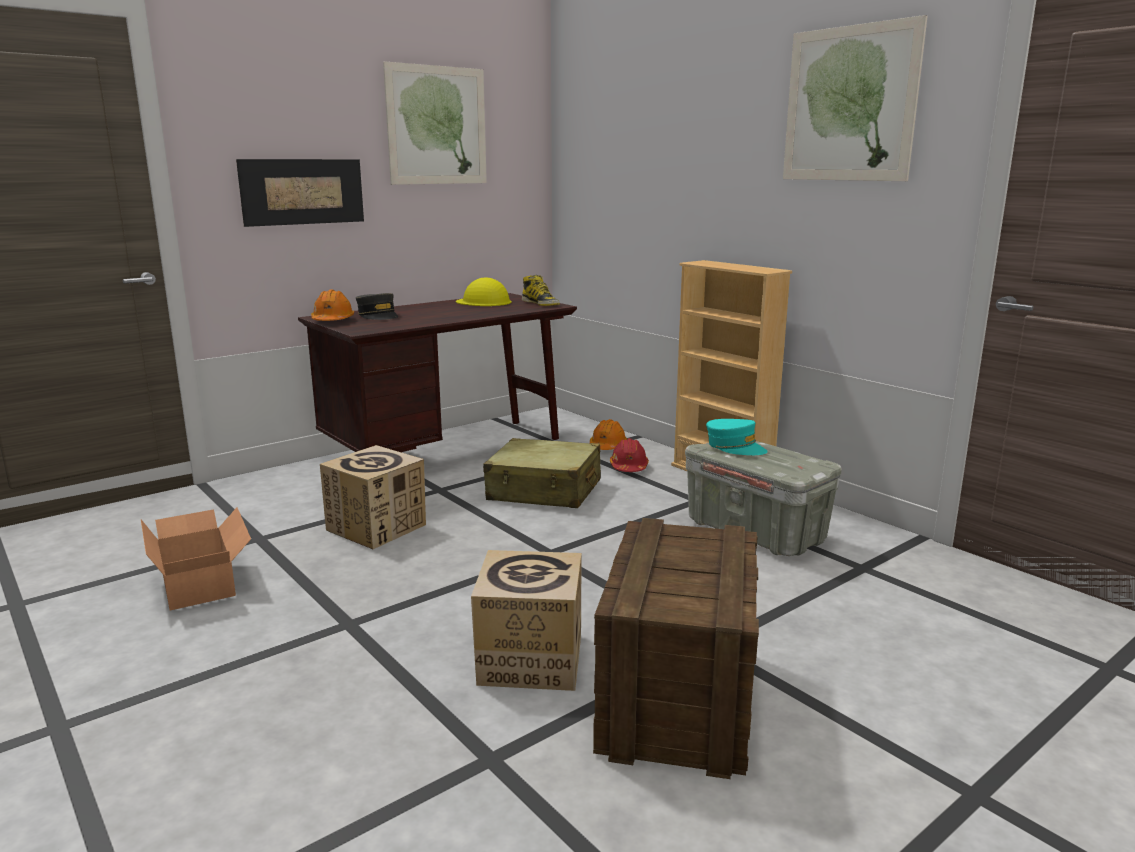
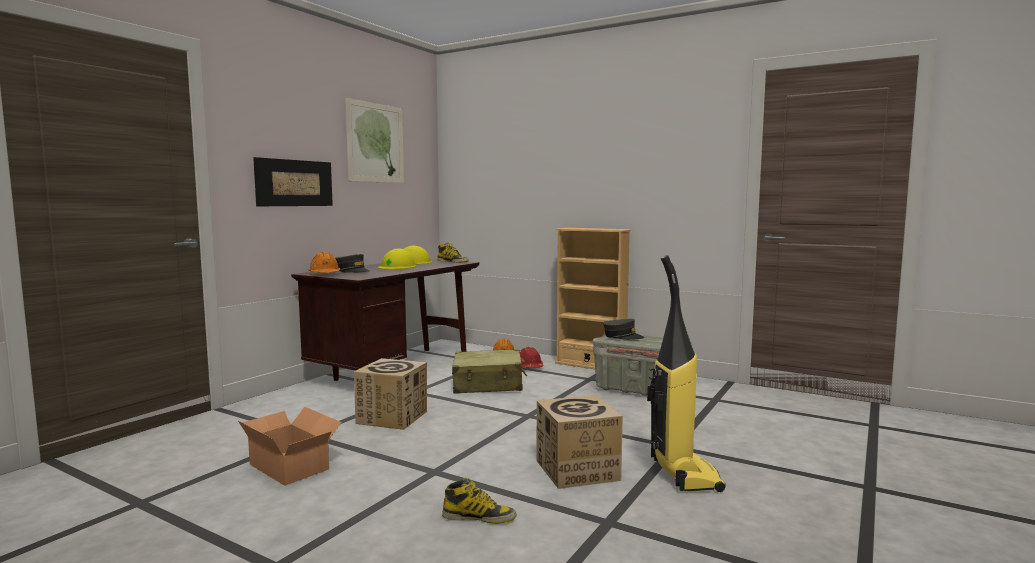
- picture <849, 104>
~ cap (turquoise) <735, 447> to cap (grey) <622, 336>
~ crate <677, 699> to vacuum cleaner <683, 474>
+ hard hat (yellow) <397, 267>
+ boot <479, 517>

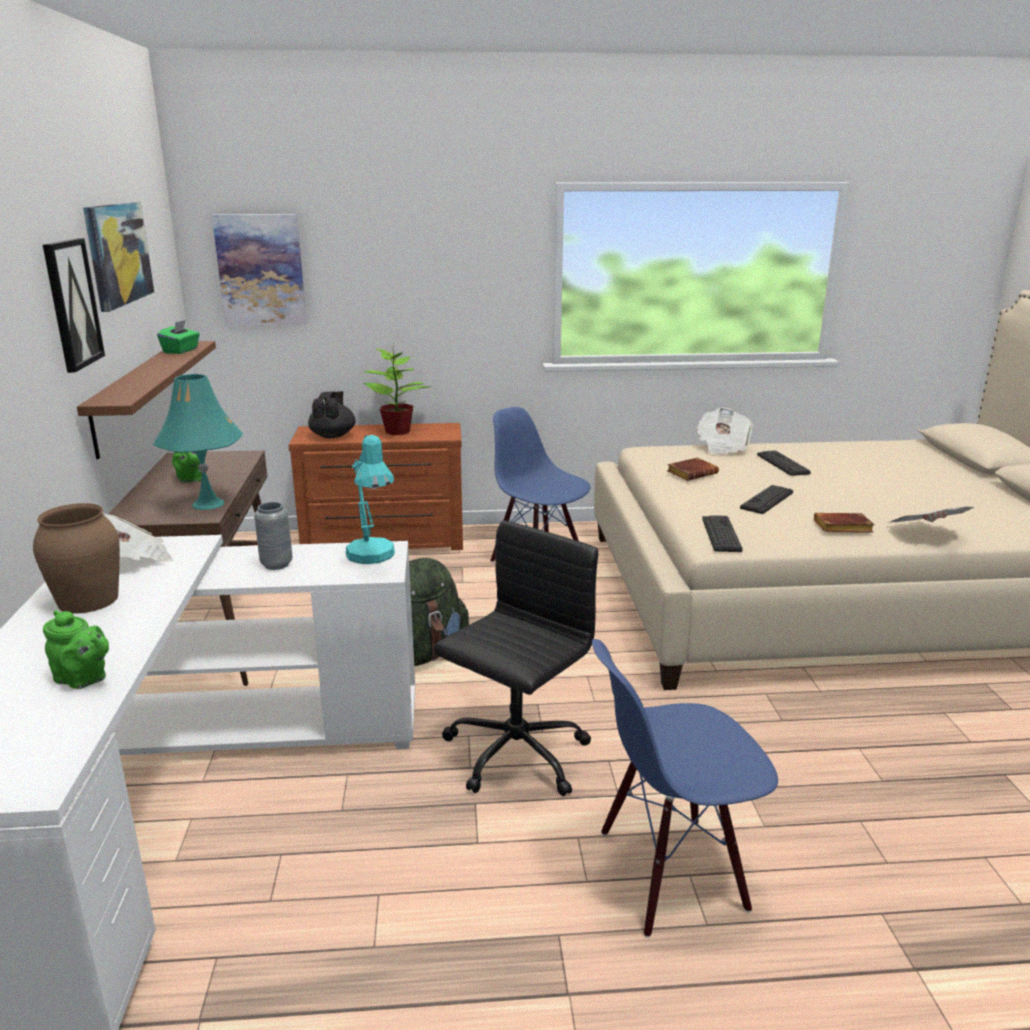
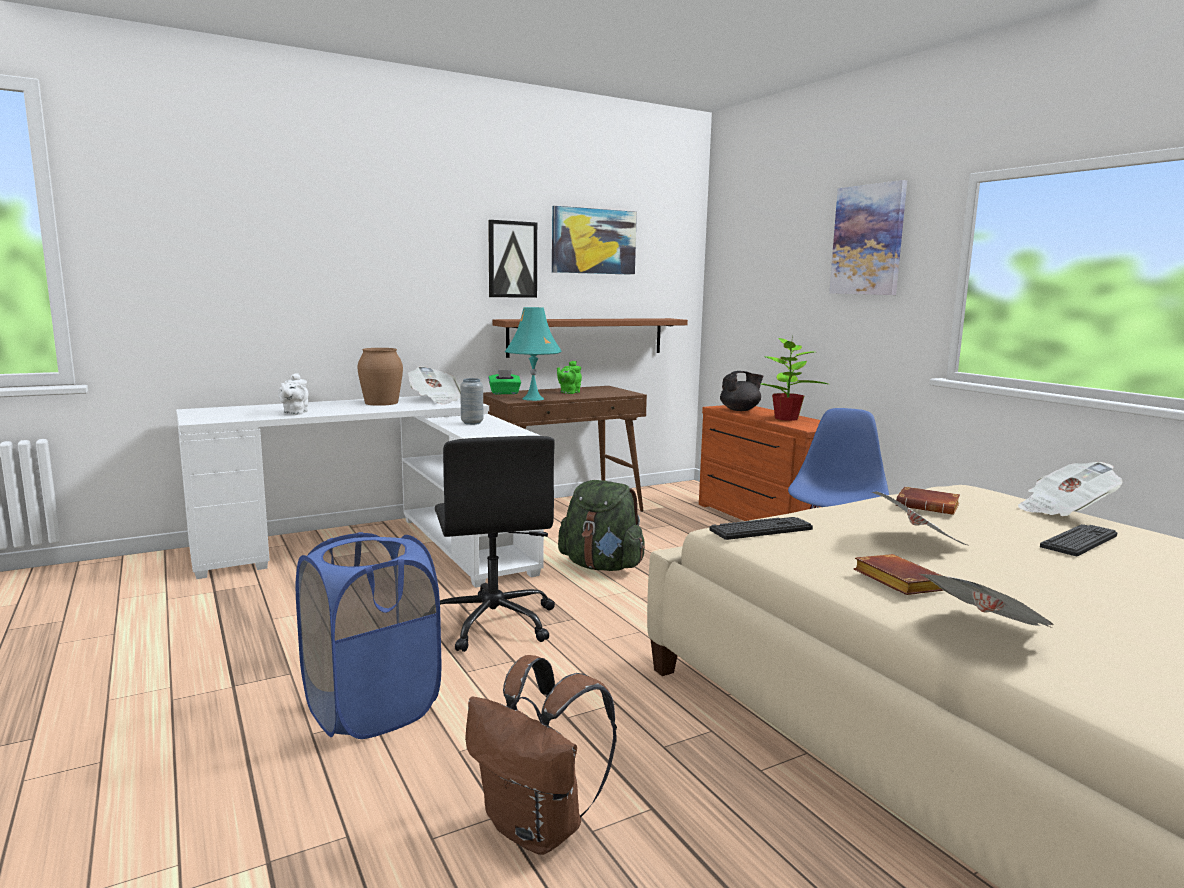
~ picture <261, 270> to <868, 240>
~ tissue box (green) <181, 351> to <504, 393>
- table lamp (turquoise) <373, 558>
~ keyboard <767, 500> to newspaper <917, 542>
~ office chair (black) <514, 755> = <493, 622> 60 degrees clockwise
~ teapot (green) <83, 679> to teapot (white) <294, 413>
~ chair (blue) <671, 872> to laundry basket (blue) <372, 709>
+ backpack (brown) <538, 828>

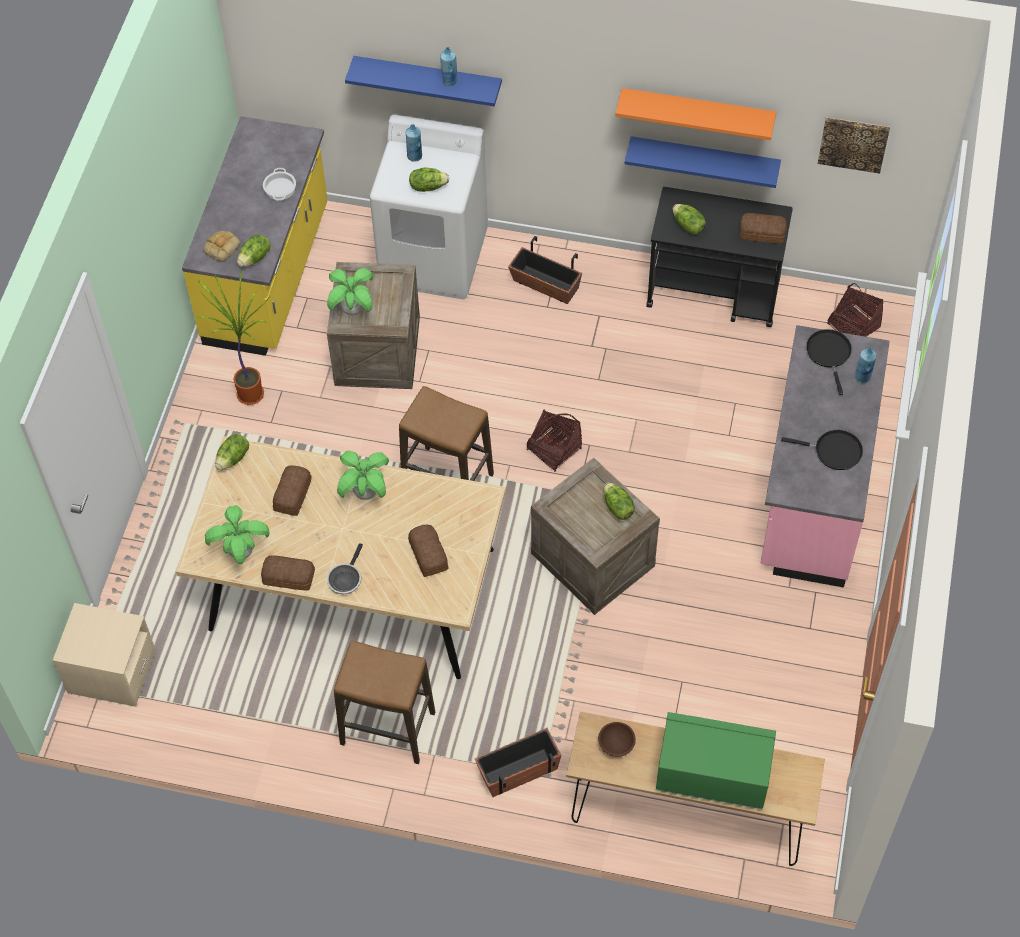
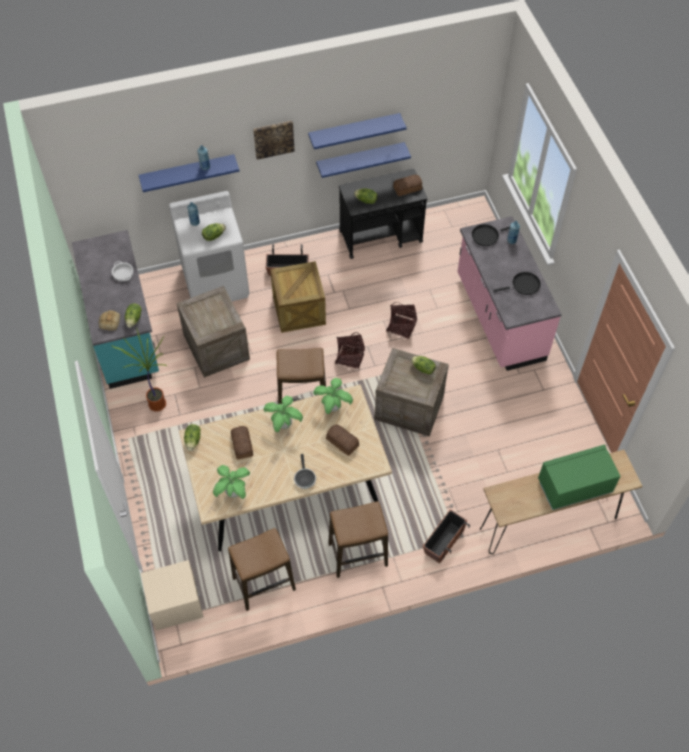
~ shelf (orange) <697, 112> to shelf (blue) <354, 131>
~ counter (yellow) <269, 276> to counter (turquoise) <125, 332>
~ picture <853, 143> to <273, 139>
~ potted plant <353, 310> to <333, 407>
~ basket <853, 325> to <401, 326>
~ frying pan (black) <829, 354> = <487, 236> 75 degrees counterclockwise
- bread <289, 578>
- bowl (brown) <616, 745>
+ crate <299, 310>
+ stool <264, 584>

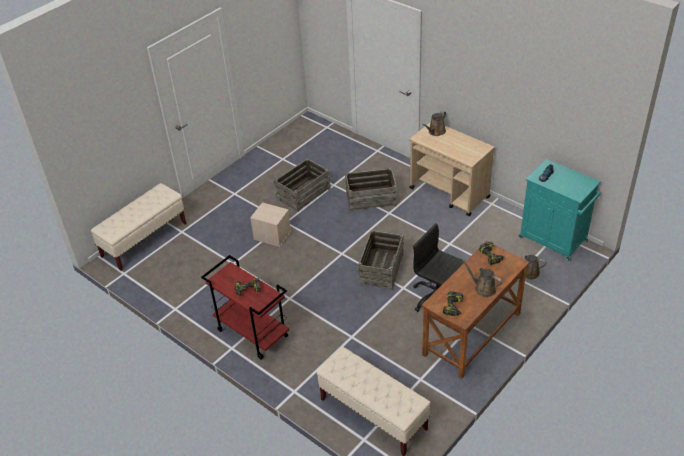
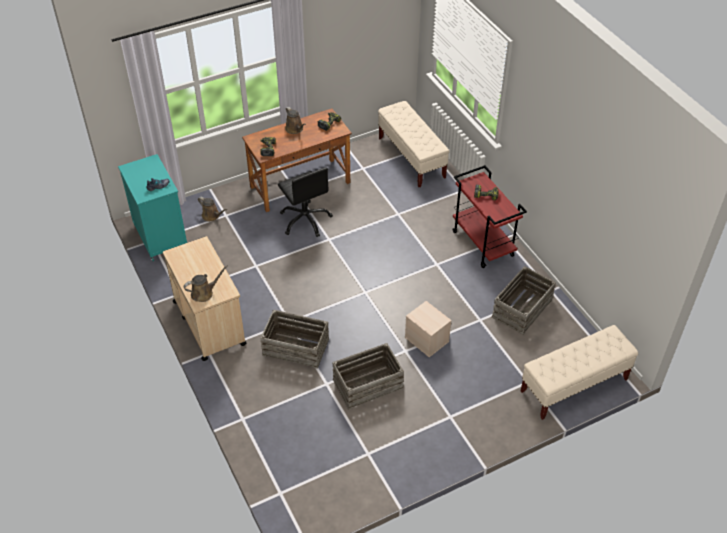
~ crate <381, 268> to <522, 309>

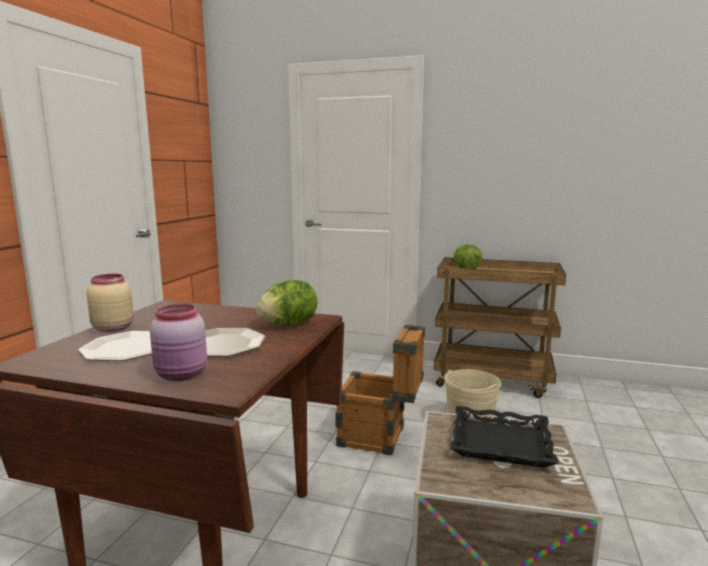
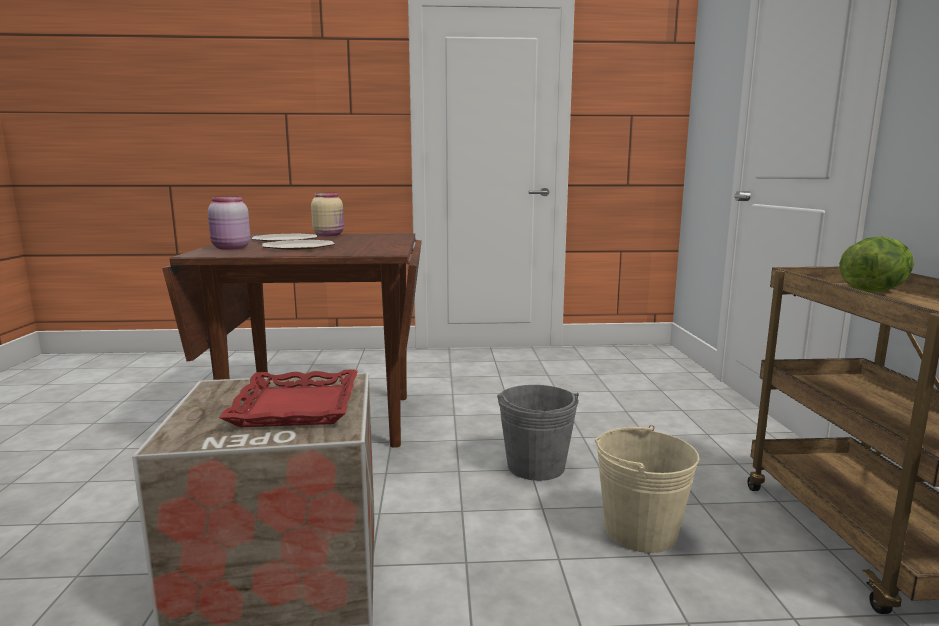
- lettuce <288, 324>
~ crate <380, 438> to bucket (grey) <536, 466>
~ tray (black) <500, 443> to tray (red) <295, 407>

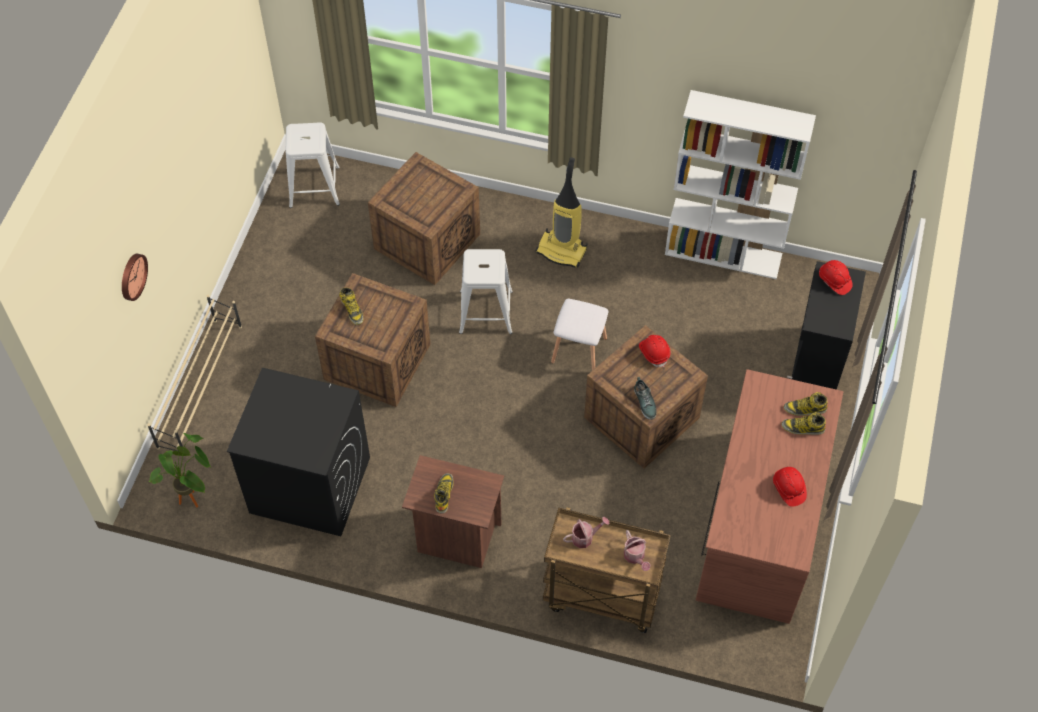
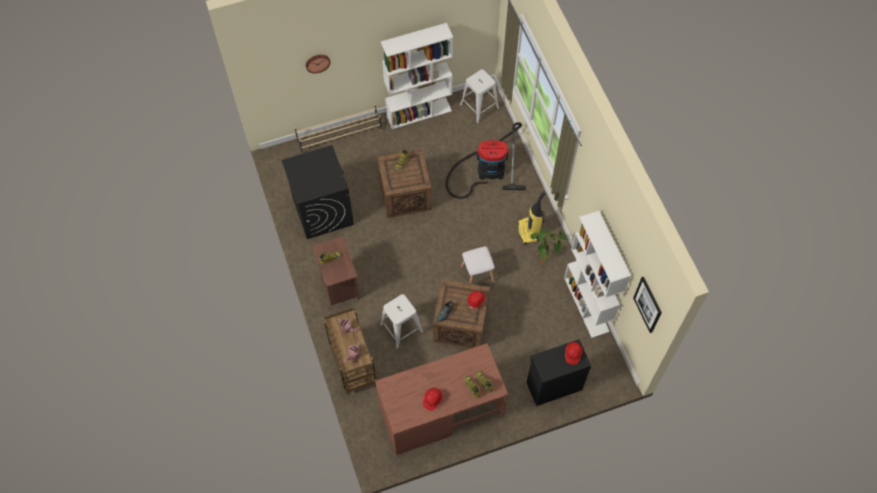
~ crate <427, 240> to vacuum cleaner <487, 171>
~ stool (white) <485, 311> to <401, 328>
~ potted plant <195, 500> to <544, 260>
+ bookcase (white) <419, 113>
+ picture <648, 304>

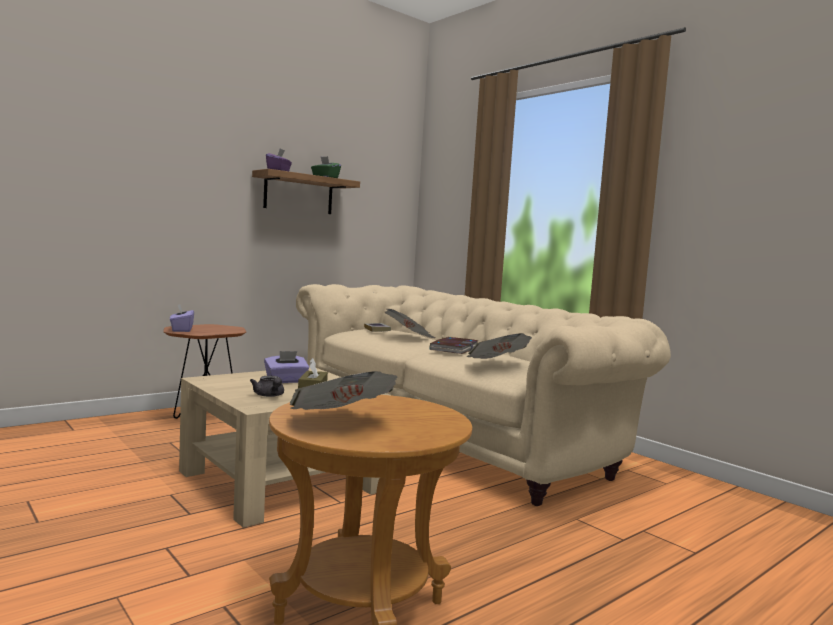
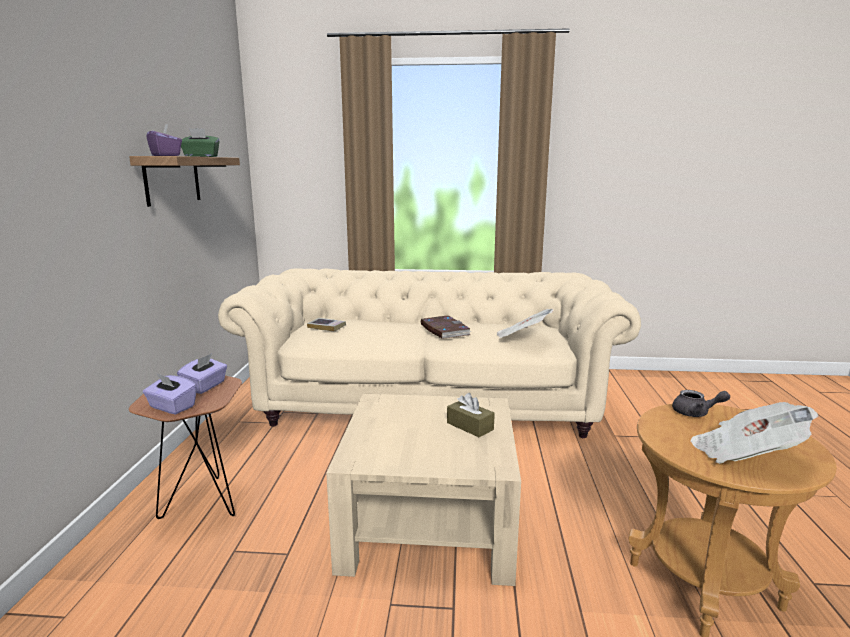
- newspaper <409, 338>
~ tissue box (purple) <286, 381> to <205, 386>
~ teapot (grey) <269, 396> to <696, 413>

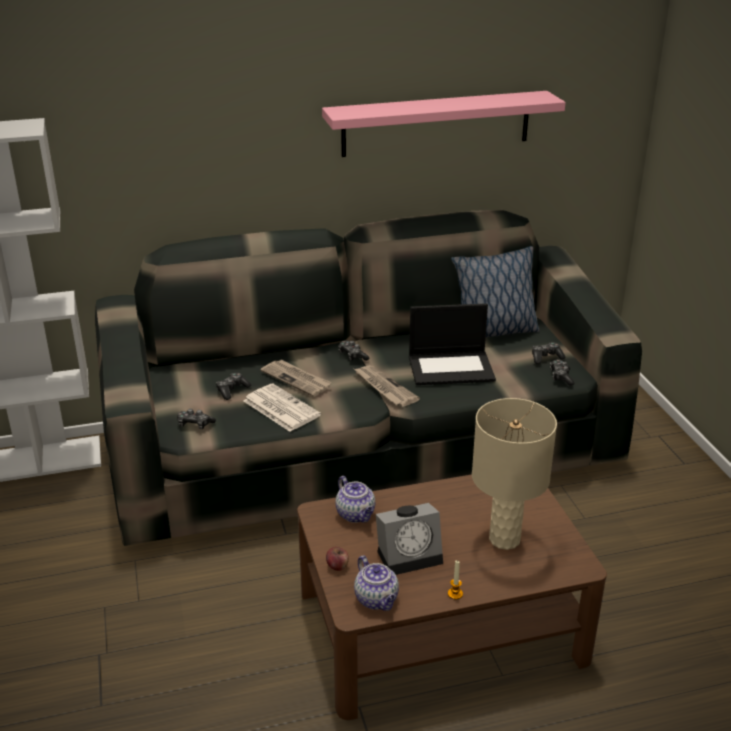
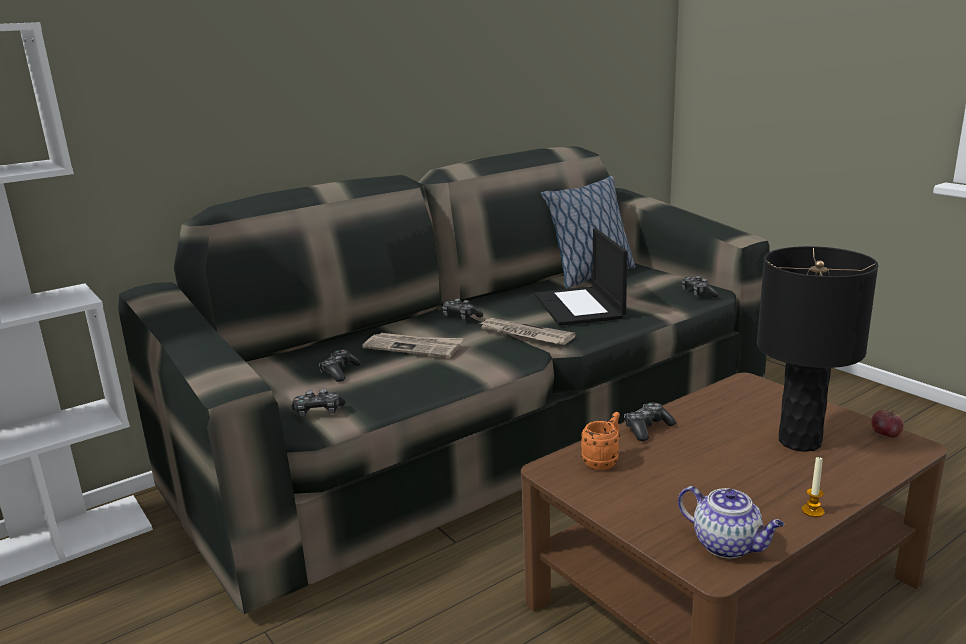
- shelf (pink) <436, 123>
~ laptop <451, 368> = <580, 307> 105 degrees clockwise
~ game controller <546, 357> to <647, 428>
- newspaper <280, 408>
~ table lamp (beige) <504, 539> to table lamp (black) <799, 441>
~ teapot <356, 515> to mug (orange) <603, 460>
- alarm clock <410, 555>
~ apple <337, 566> to <885, 435>

